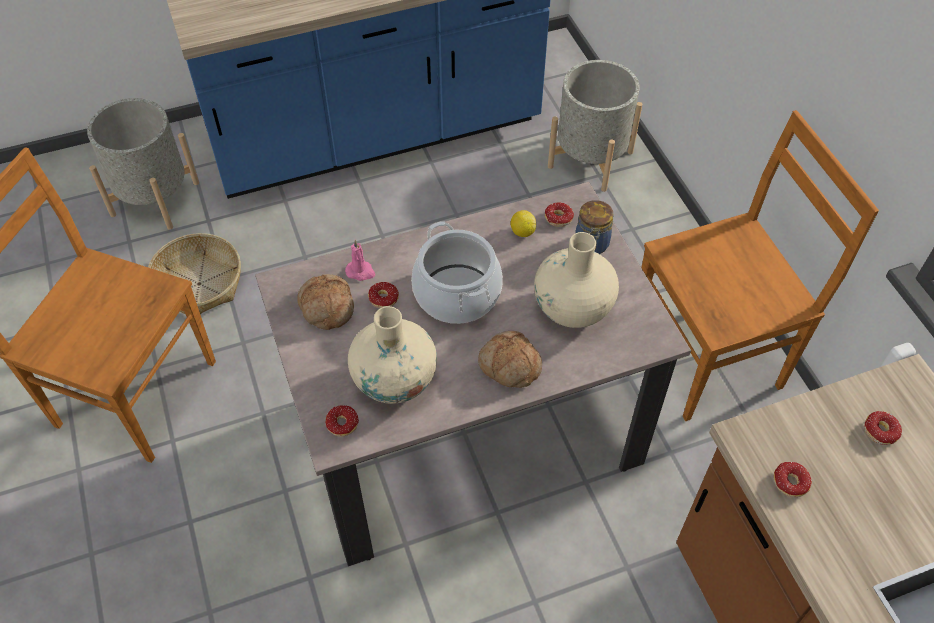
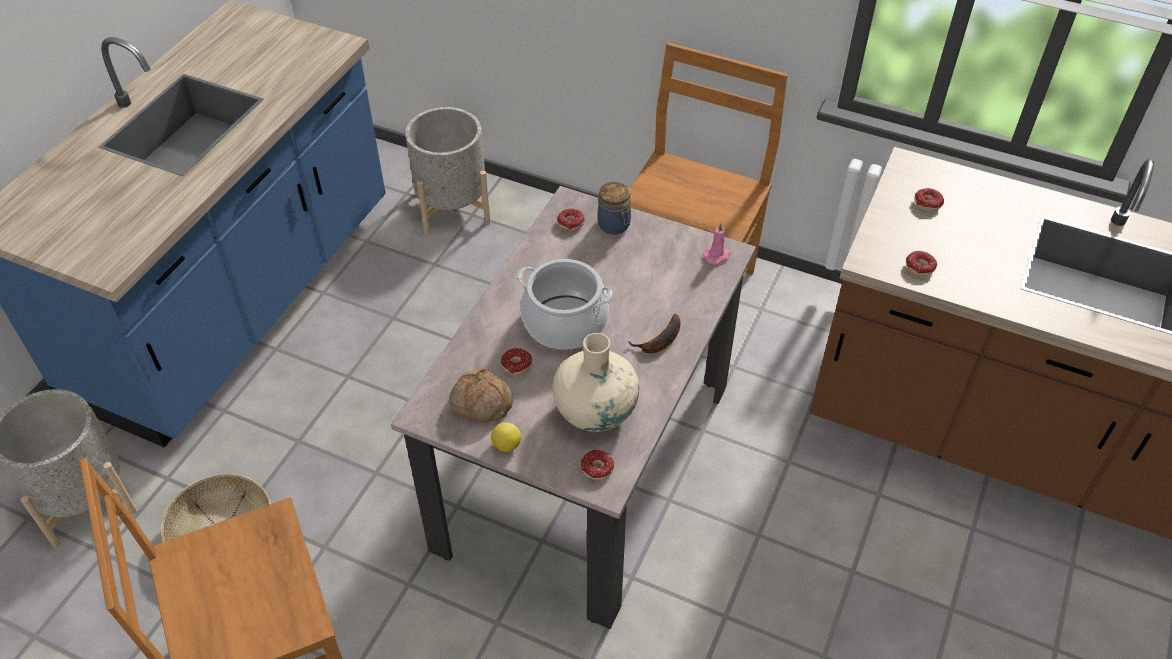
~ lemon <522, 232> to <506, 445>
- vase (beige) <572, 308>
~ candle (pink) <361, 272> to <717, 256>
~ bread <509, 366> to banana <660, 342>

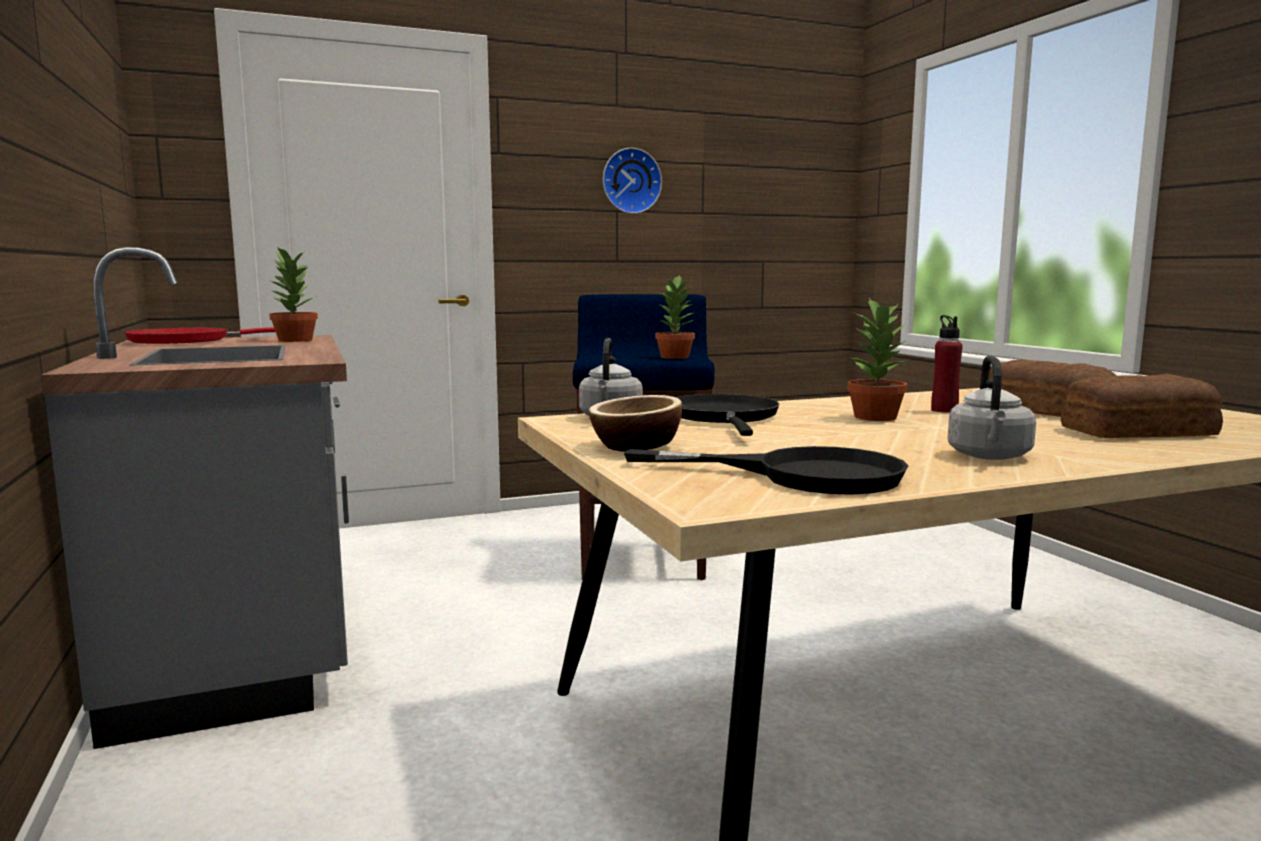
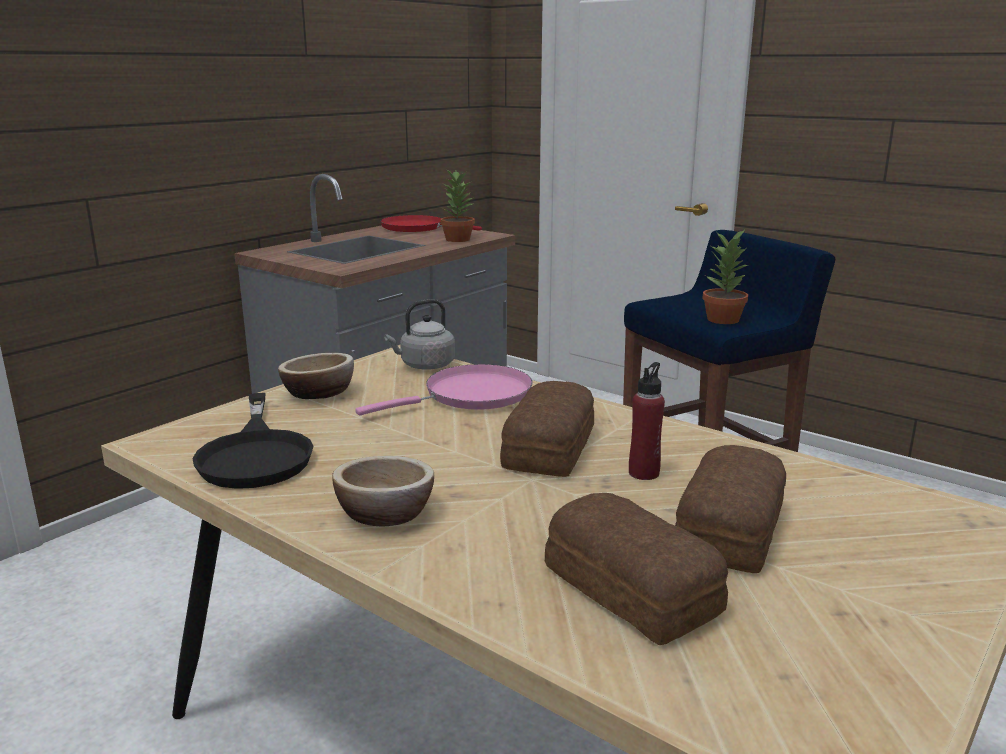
- wall clock <630, 181>
~ potted plant <875, 417> to bread <552, 447>
~ kettle (grey) <989, 457> to bowl <385, 513>
~ frying pan (black) <723, 417> to frying pan (pink) <471, 396>

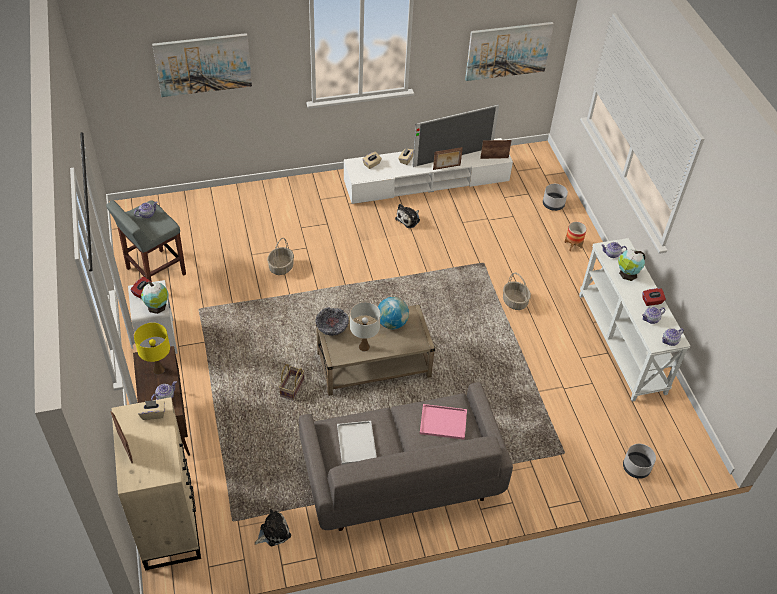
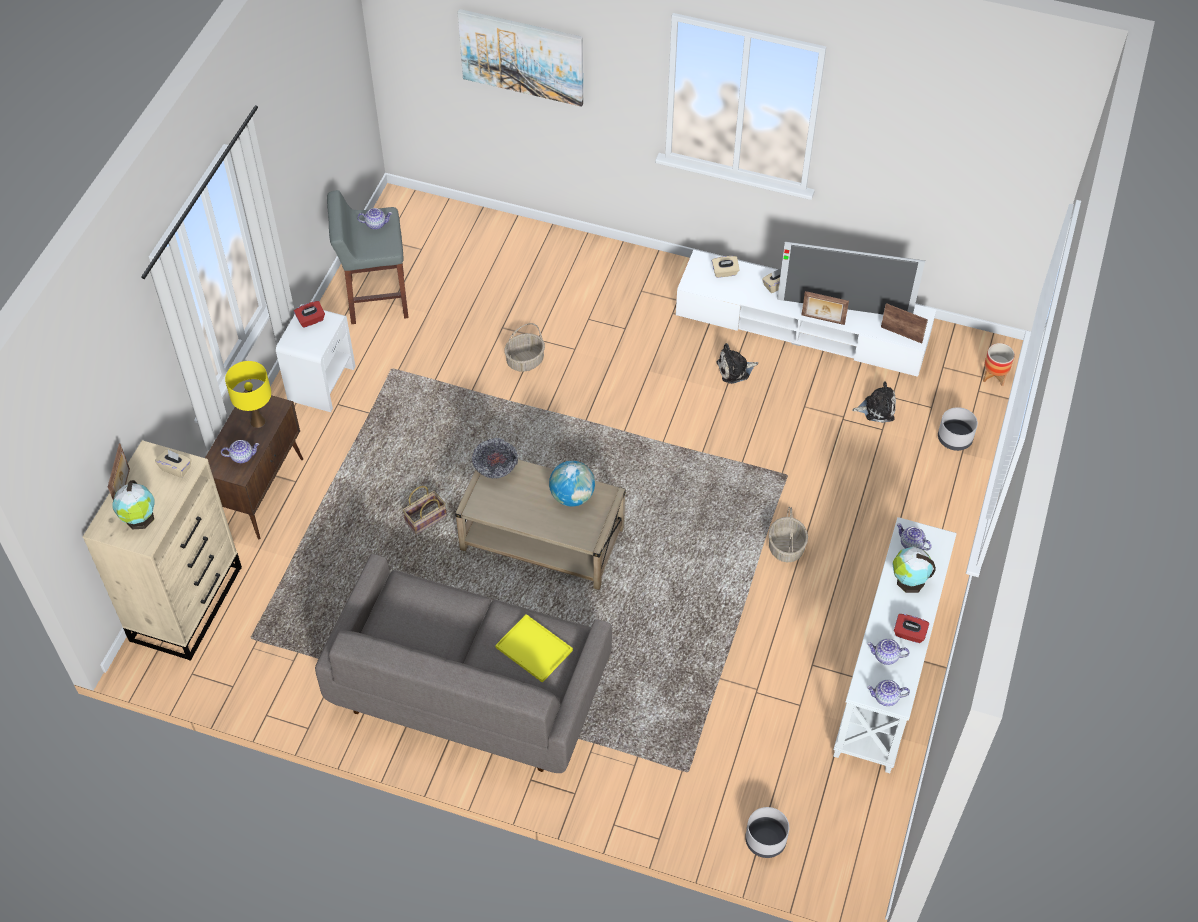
- picture <508, 50>
~ planter <573, 245> to <994, 376>
~ globe <157, 307> to <140, 519>
- table lamp (white) <364, 346>
~ tray (pink) <442, 422> to tray (yellow) <532, 648>
- tray (white) <357, 444>
~ plush toy <273, 532> to <877, 408>

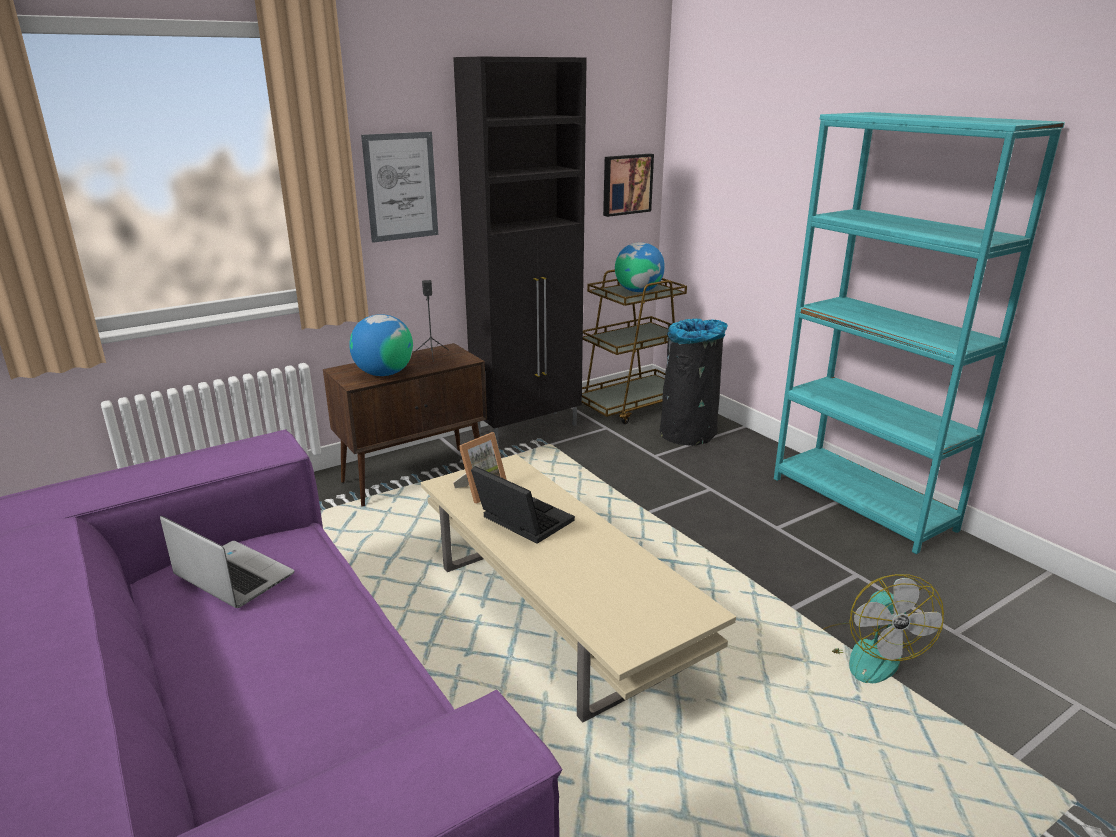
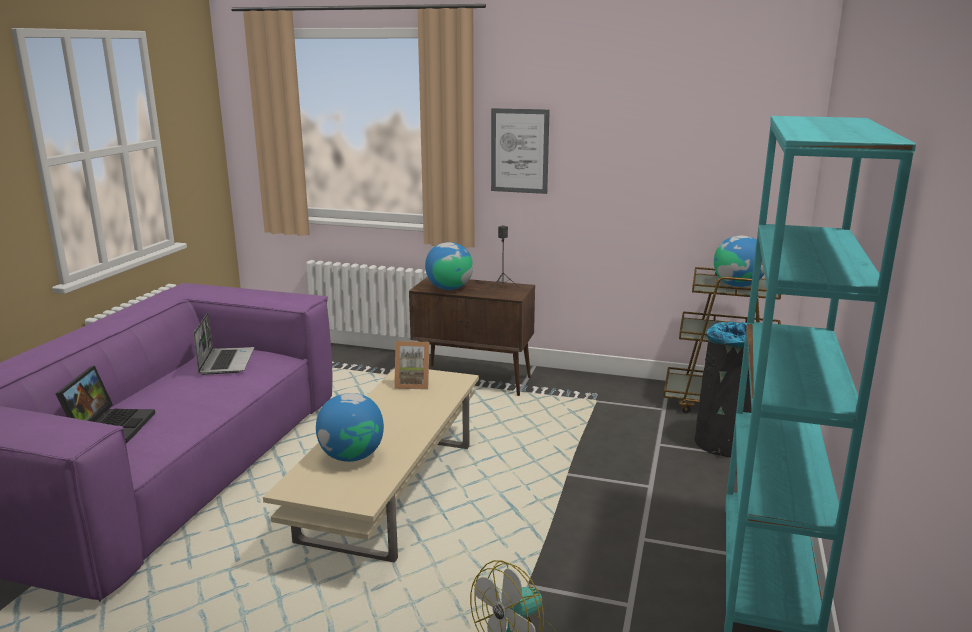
- cabinet (black) <529, 429>
- picture <626, 184>
~ laptop <520, 521> to <111, 426>
+ globe <352, 456>

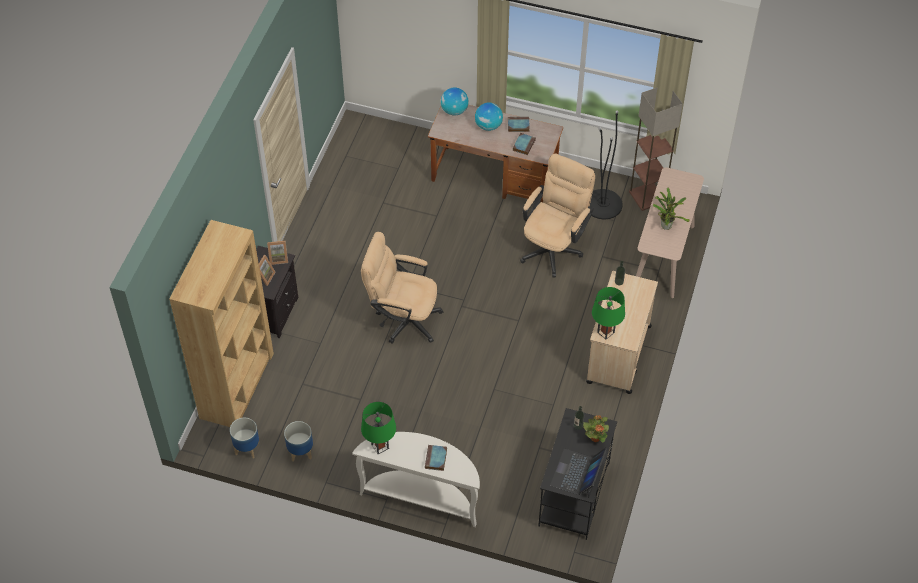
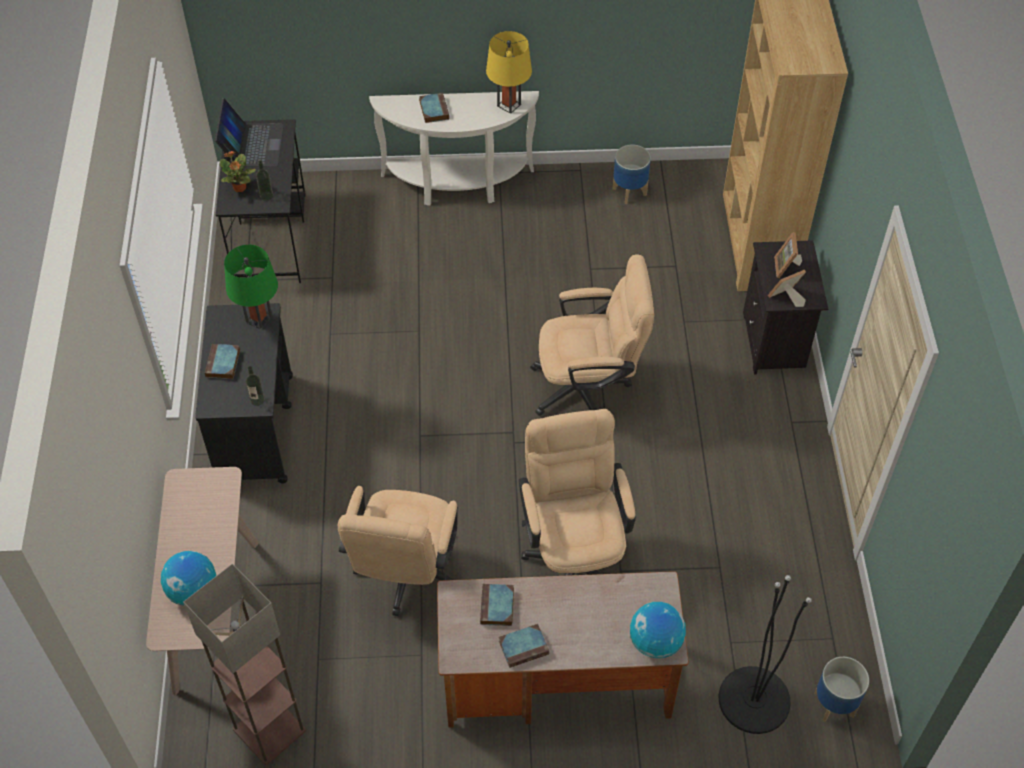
~ globe <488, 126> to <193, 591>
~ floor lamp (black) <603, 204> to <754, 700>
- potted plant <666, 225>
~ cart (beige) <618, 355> to cart (black) <255, 428>
~ table lamp (green) <380, 446> to table lamp (yellow) <509, 105>
~ planter <247, 448> to <834, 705>
+ book <223, 364>
+ office chair (beige) <574, 553>

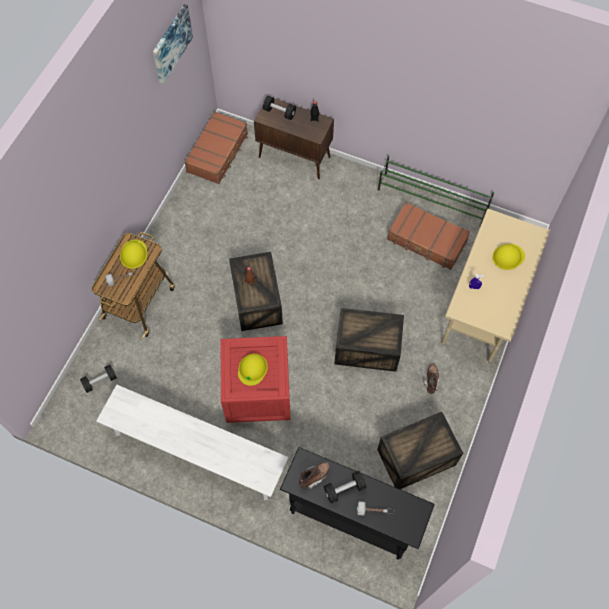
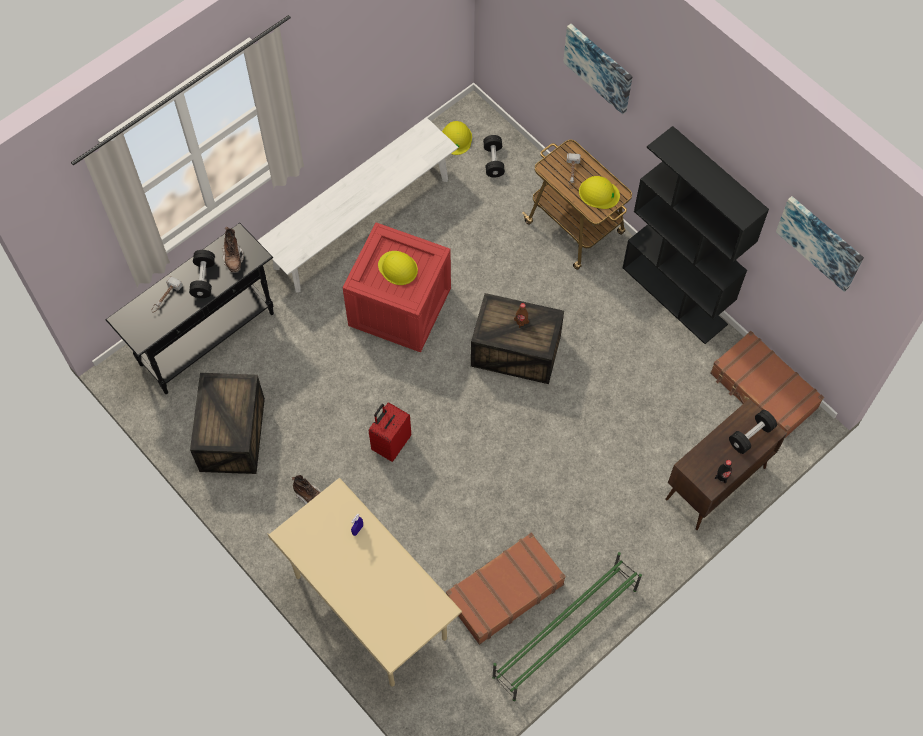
~ hard hat (yellow) <508, 256> to <456, 138>
~ crate <366, 348> to suitcase (red) <391, 444>
+ picture <599, 67>
+ bookcase (black) <675, 296>

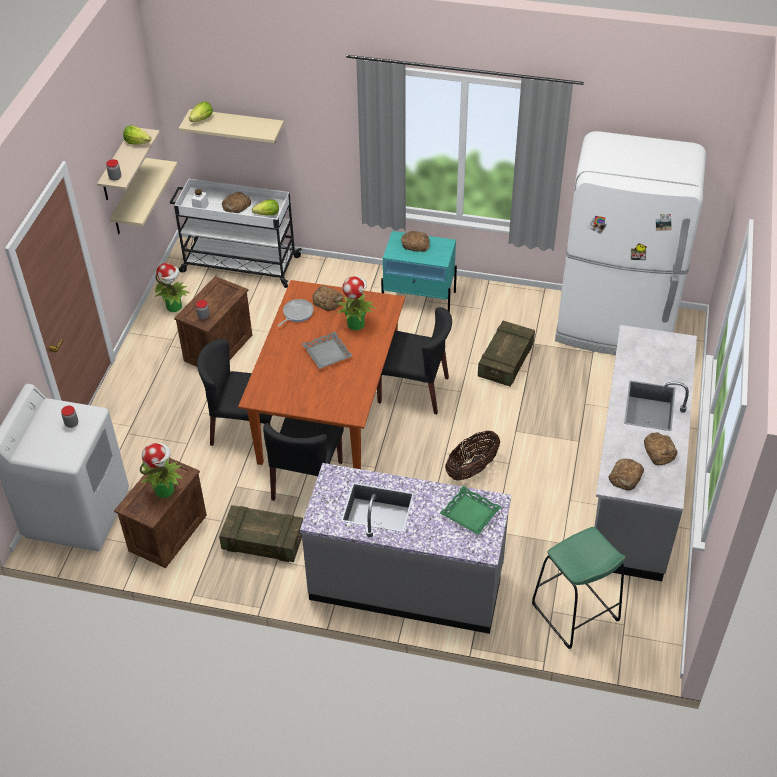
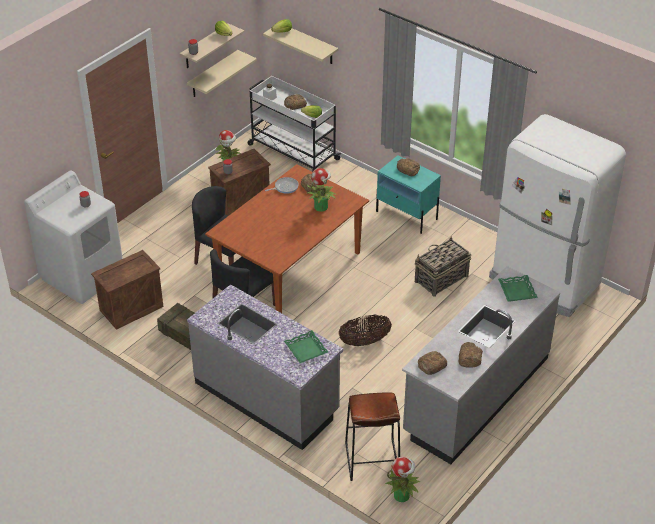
- chair (black) <414, 390>
~ crate <505, 362> to basket <440, 279>
- tray (grey) <327, 353>
~ potted plant <165, 489> to <402, 495>
~ stool (green) <575, 612> to stool (brown) <372, 460>
+ tray (green) <517, 291>

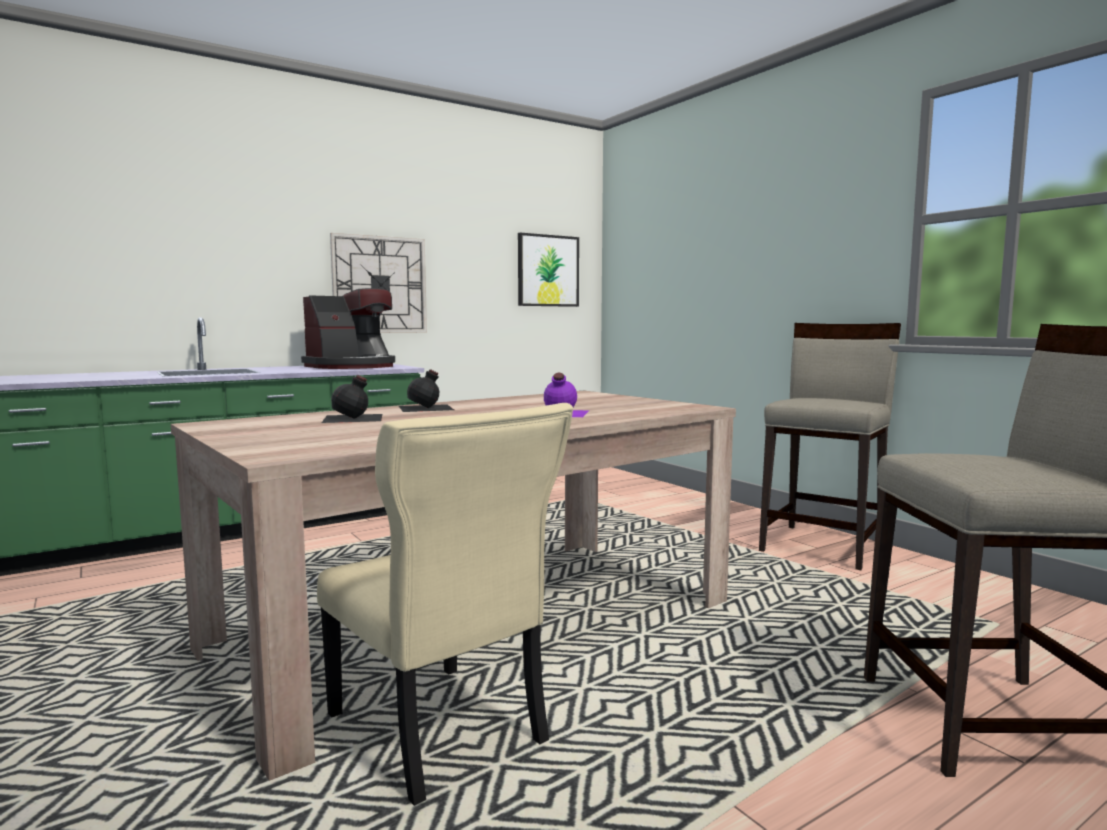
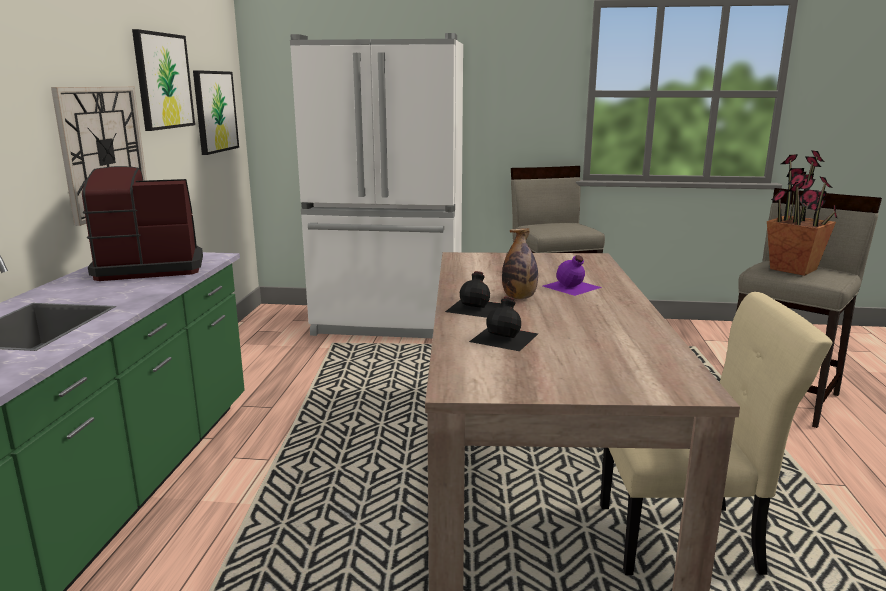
~ coffee machine <352, 366> = <149, 267> 105 degrees counterclockwise
+ picture <163, 81>
+ fridge (white) <388, 324>
+ potted plant <793, 269>
+ bottle <519, 297>

